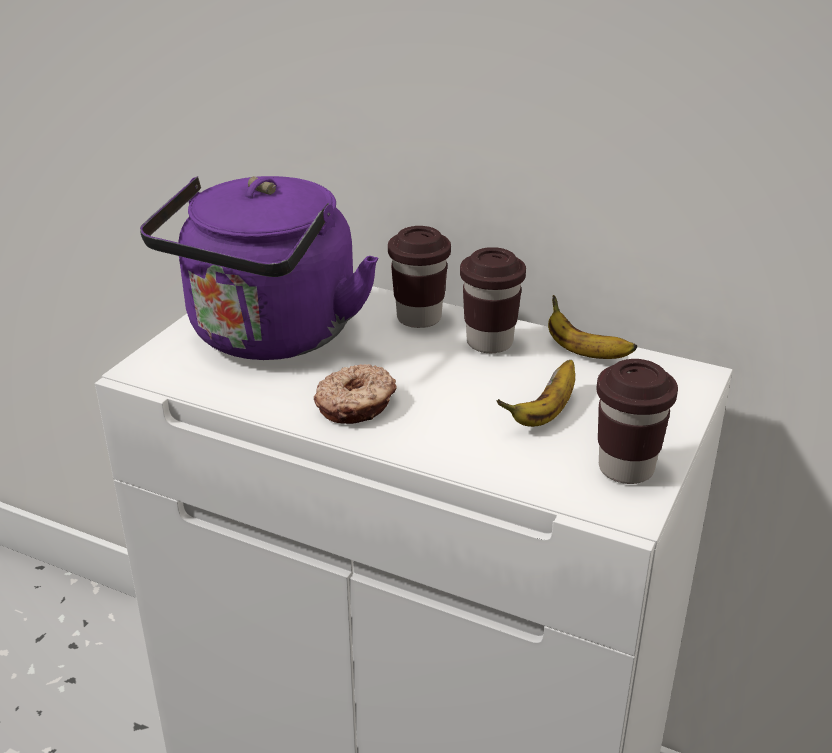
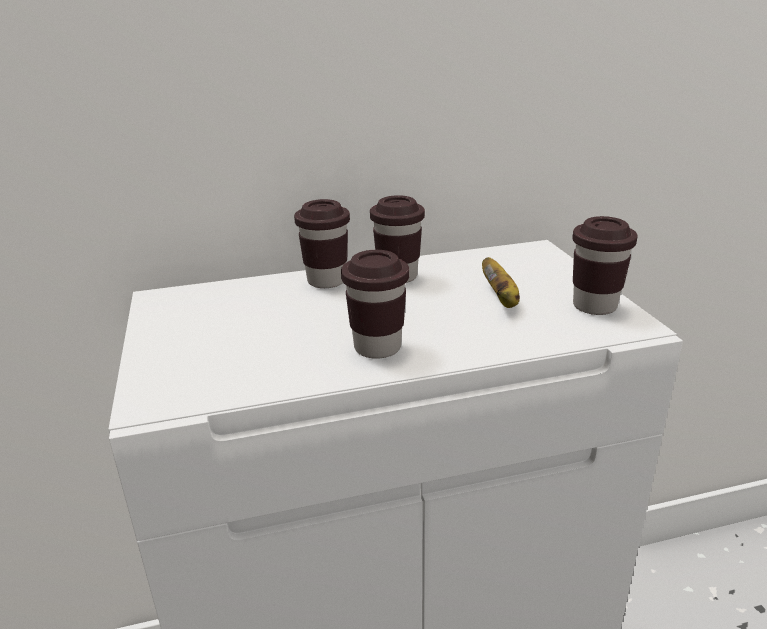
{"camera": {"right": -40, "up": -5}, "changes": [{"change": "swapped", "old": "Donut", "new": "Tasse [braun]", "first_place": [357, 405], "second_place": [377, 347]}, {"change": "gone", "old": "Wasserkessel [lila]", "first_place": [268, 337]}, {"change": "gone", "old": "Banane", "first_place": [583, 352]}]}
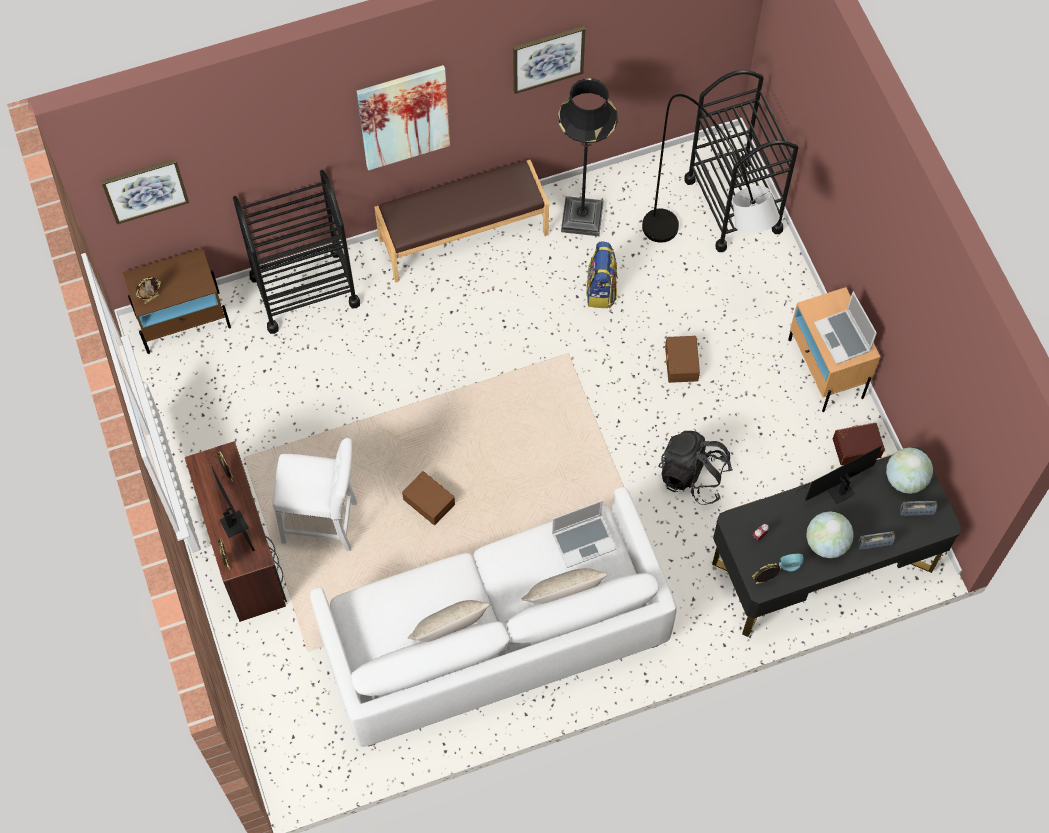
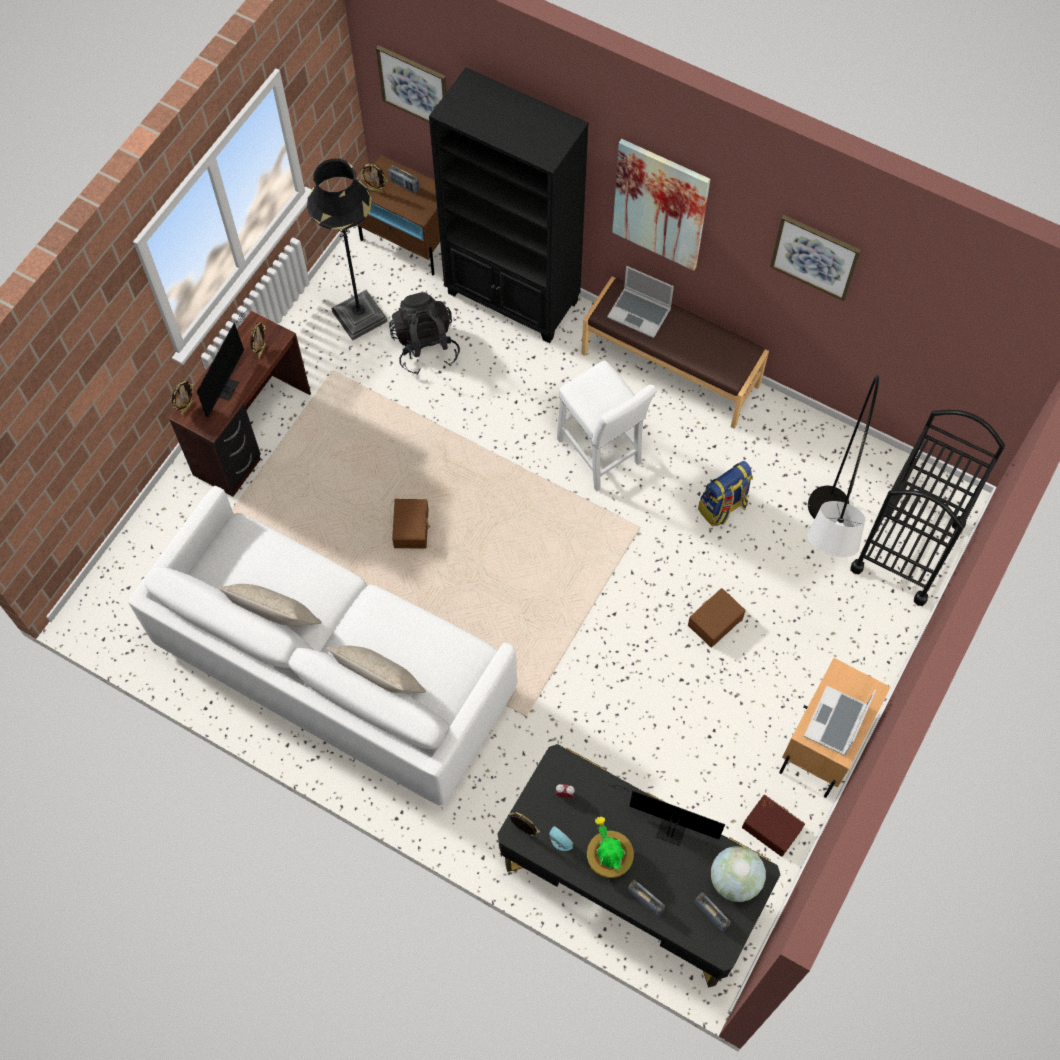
{"camera": {"right": 50, "up": 0}, "changes": [{"change": "shifted", "old": "Stehlampe [schwarz]", "first_place": [582, 217], "second_place": [360, 316]}, {"change": "new", "new": "Radio", "second_place": [404, 185]}, {"change": "shifted", "old": "Rucksack [schwarz]", "first_place": [693, 476], "second_place": [425, 347]}, {"change": "swapped", "old": "Rollwagen [schwarz]", "new": "Bücherregal [schwarz]", "first_place": [304, 290], "second_place": [513, 298]}, {"change": "shifted", "old": "Hocker [weiß]", "first_place": [324, 524], "second_place": [600, 455]}, {"change": "swapped", "old": "Globus", "new": "Topfpflanze", "first_place": [826, 543], "second_place": [608, 857]}, {"change": "shifted", "old": "Laptop", "first_place": [584, 540], "second_place": [640, 313]}]}
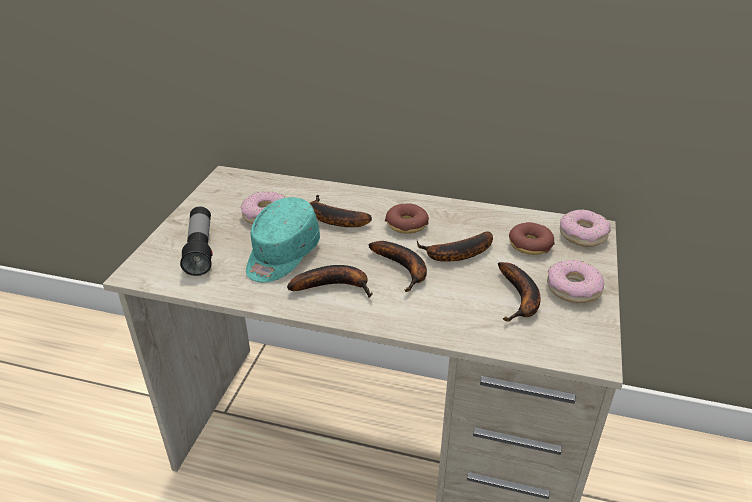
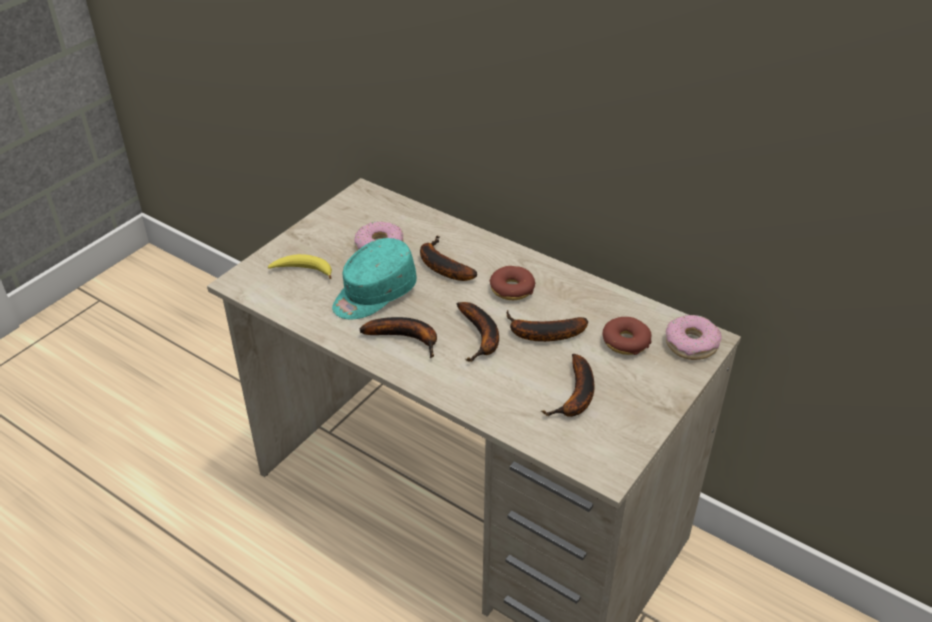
{"camera": {"right": 20, "up": 5}, "changes": [{"change": "swapped", "old": "Taschenlampe", "new": "Banane", "first_place": [200, 249], "second_place": [303, 271]}, {"change": "gone", "old": "Donut", "first_place": [573, 288]}]}
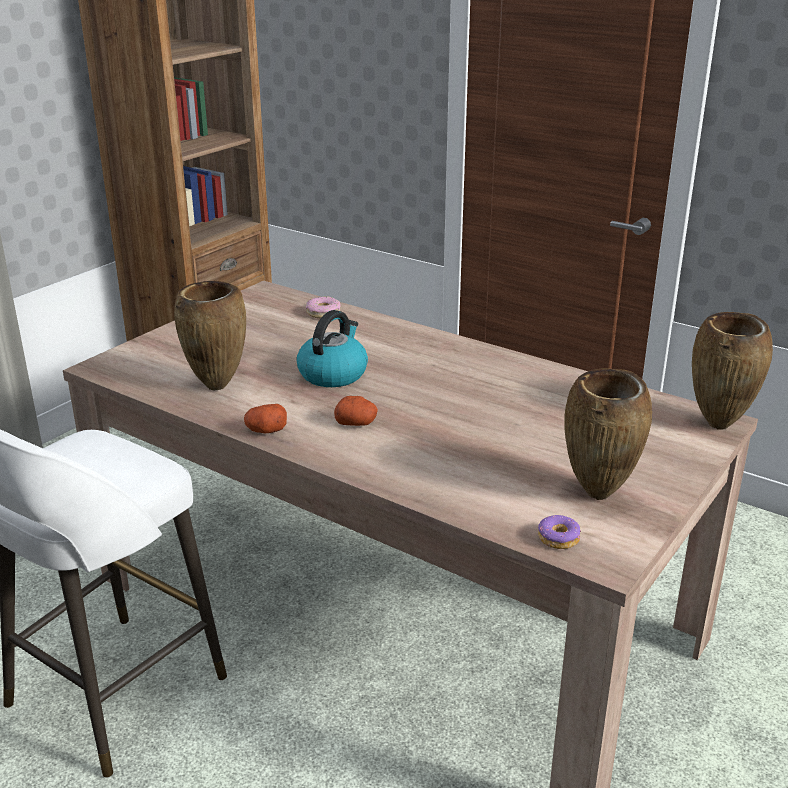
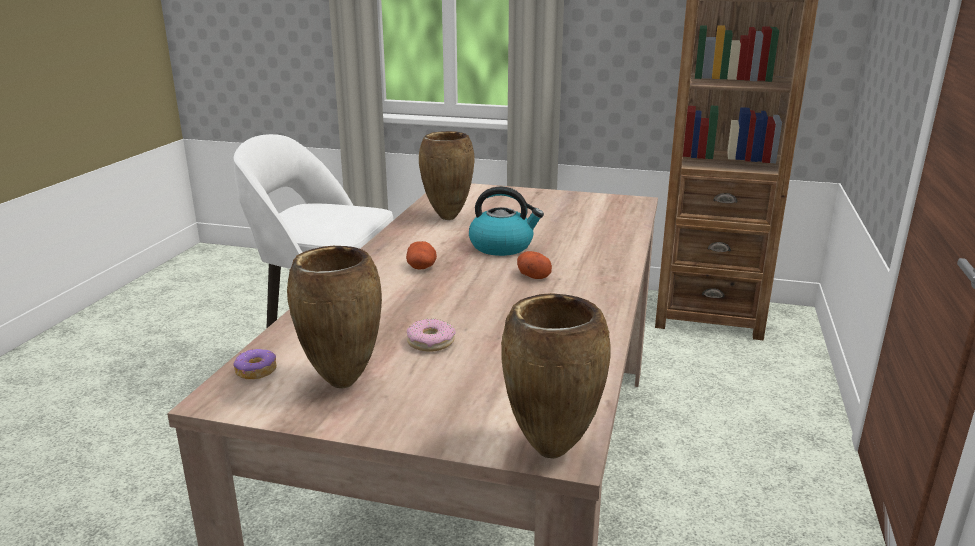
{"camera": {"right": 70, "up": -5}, "changes": [{"change": "shifted", "old": "Donut", "first_place": [323, 313], "second_place": [431, 342]}, {"change": "shifted", "old": "Kartoffel", "first_place": [266, 430], "second_place": [532, 275]}]}
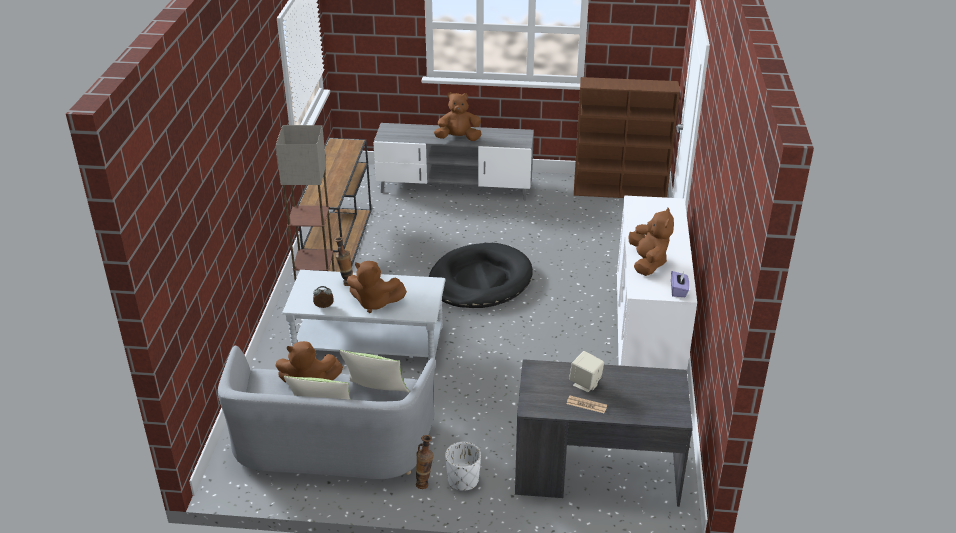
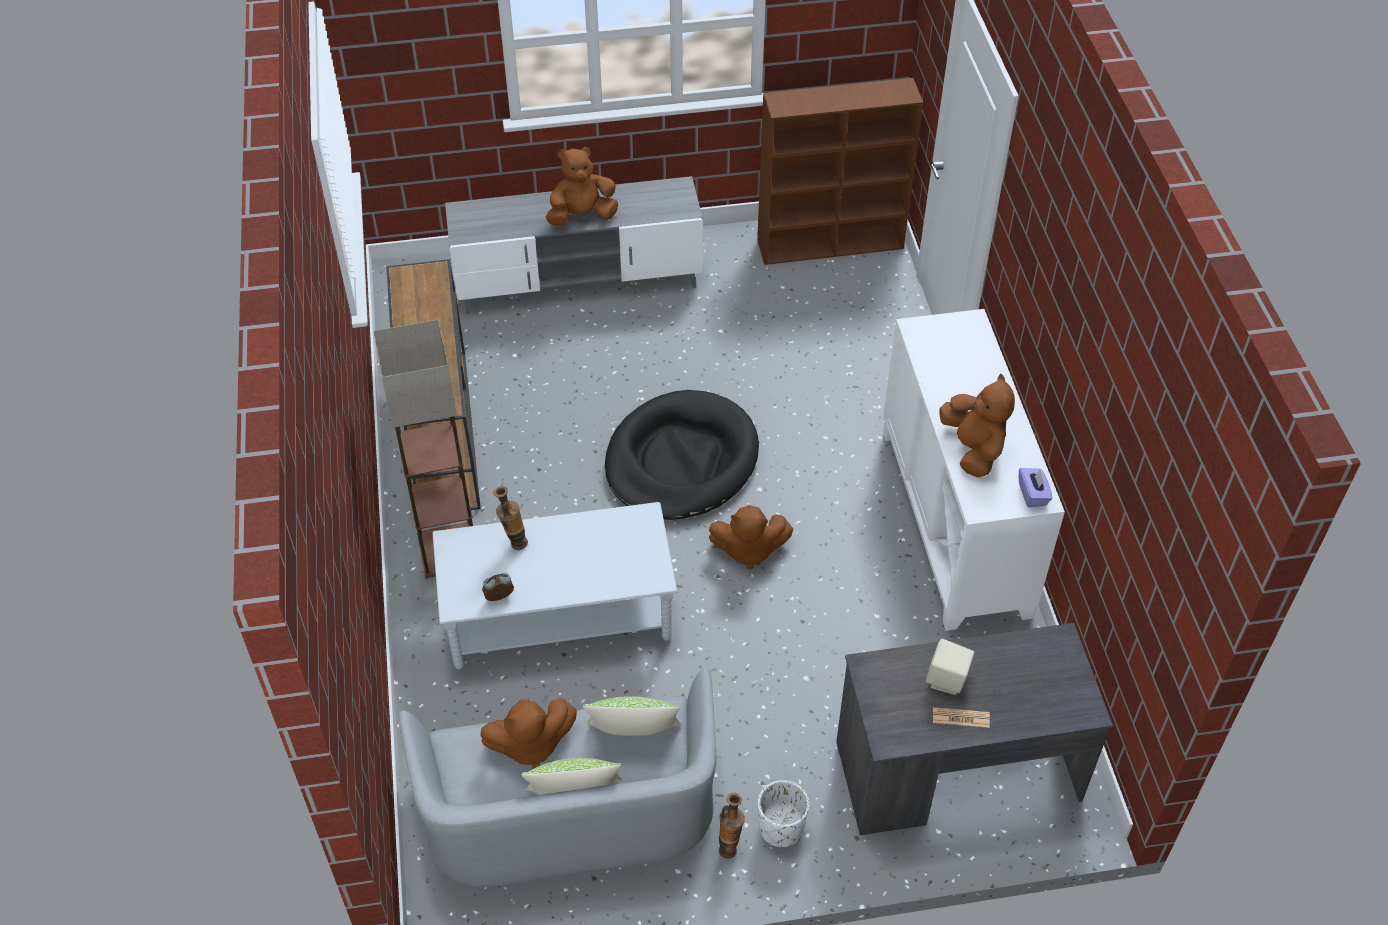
{"camera": {"right": -15, "up": 15}, "changes": [{"change": "shifted", "old": "Plüschtier [braun]", "first_place": [374, 303], "second_place": [748, 550]}]}
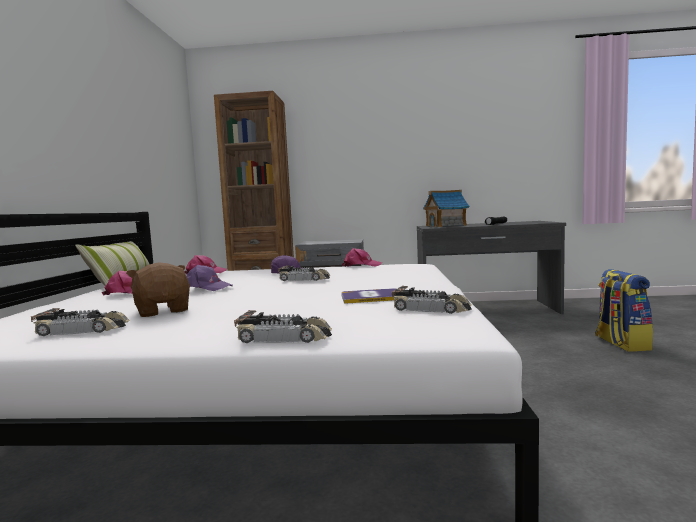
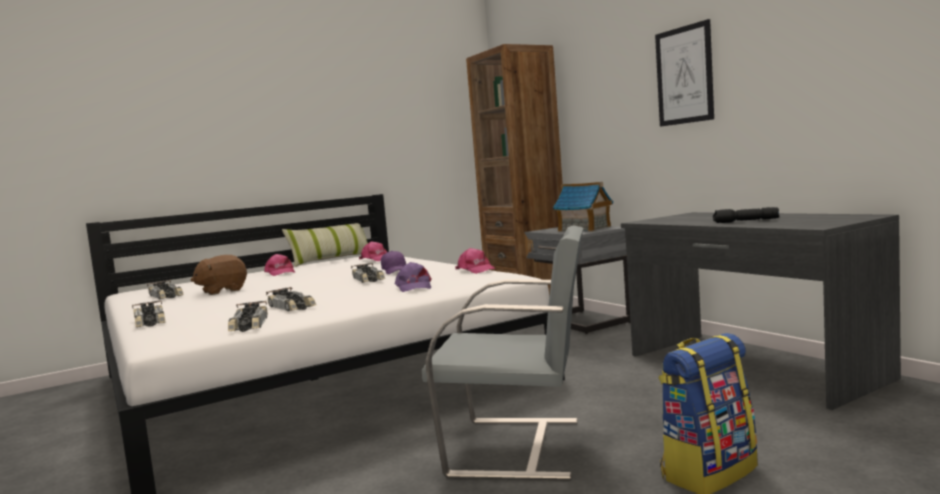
{"camera": {"right": 55, "up": 0}, "changes": [{"change": "rotated", "old": "Plüschtier [braun]", "first_place": [163, 311], "second_place": [222, 291], "degrees": -150}, {"change": "swapped", "old": "Buch", "new": "Spielzeugauto", "first_place": [372, 297], "second_place": [292, 306]}, {"change": "shifted", "old": "Kappe [lila]", "first_place": [207, 288], "second_place": [413, 287]}, {"change": "new", "new": "Stuhl [grau]", "second_place": [519, 447]}, {"change": "shifted", "old": "Spielzeughaus", "first_place": [446, 225], "second_place": [584, 229]}, {"change": "new", "new": "Bild", "second_place": [684, 75]}]}
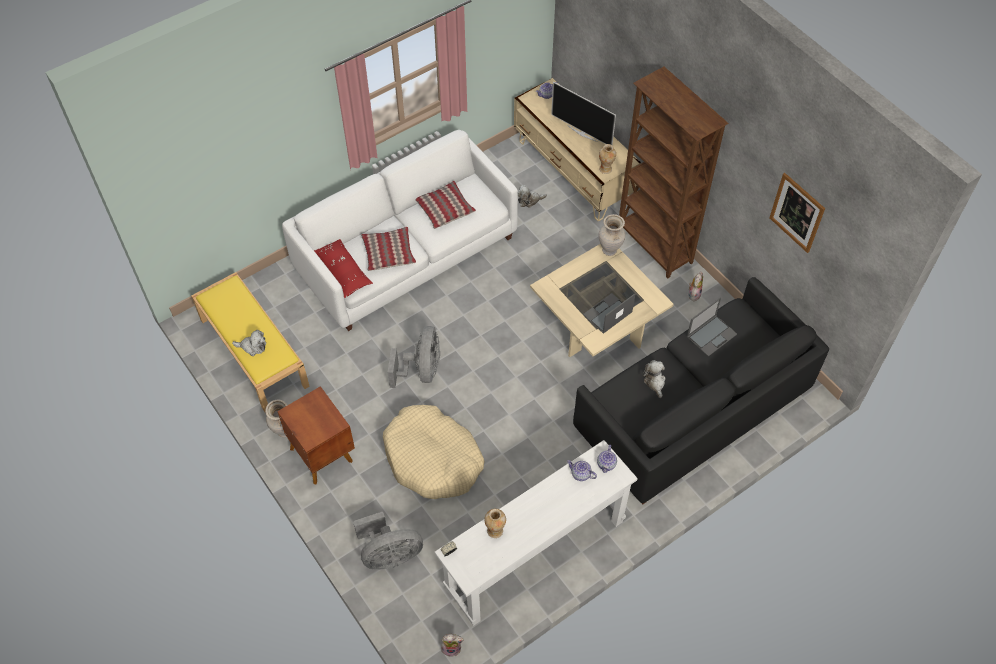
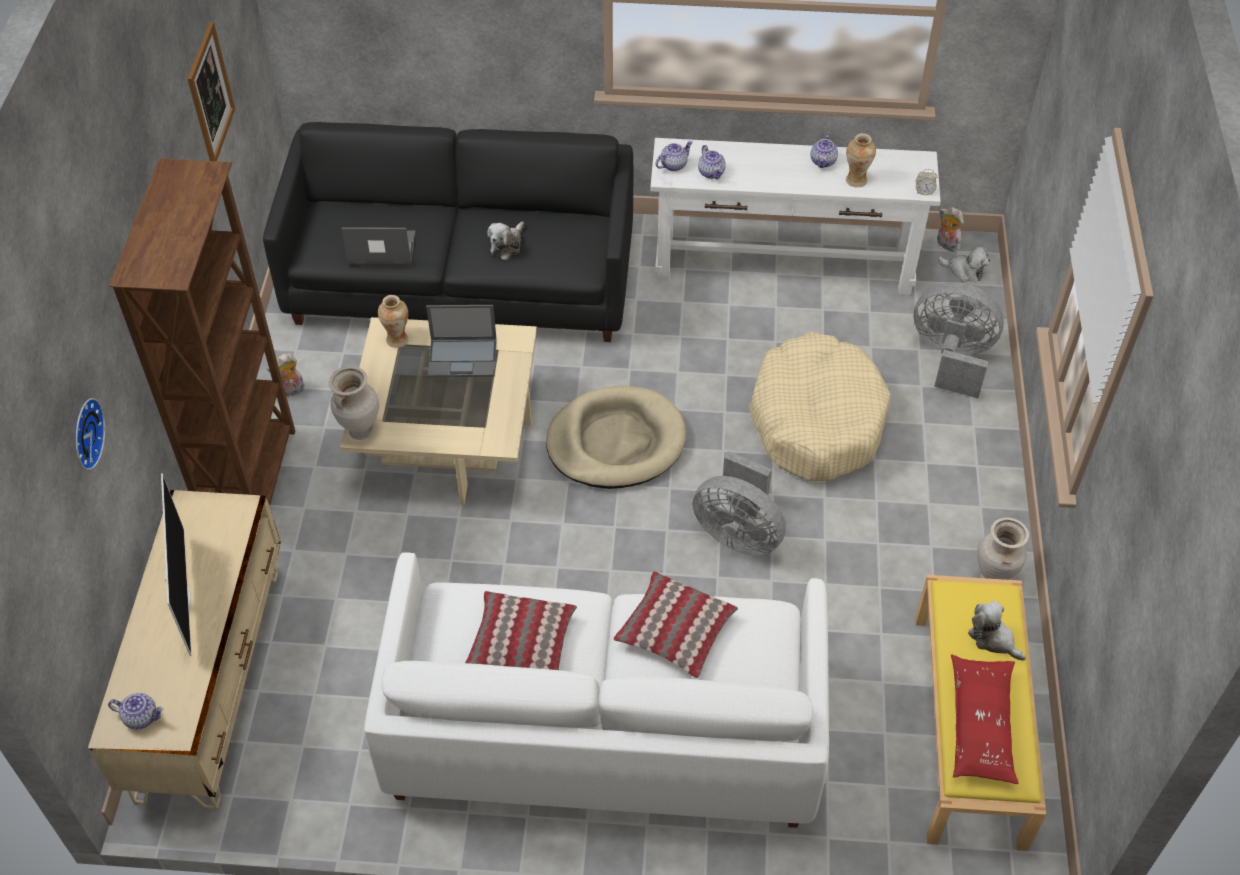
{"camera": {"right": -140, "up": -5}, "changes": [{"change": "new", "new": "Wanduhr", "second_place": [84, 433]}, {"change": "shifted", "old": "Vase", "first_place": [605, 169], "second_place": [397, 339]}, {"change": "new", "new": "Hundebett [beige]", "second_place": [616, 442]}, {"change": "rotated", "old": "Ventilator [grau]", "first_place": [421, 370], "second_place": [738, 533], "degrees": -105}, {"change": "new", "new": "Teekanne", "second_place": [823, 161]}, {"change": "shifted", "old": "Plüschtier", "first_place": [529, 200], "second_place": [964, 271]}, {"change": "shifted", "old": "Kissen [rot]", "first_place": [343, 272], "second_place": [981, 725]}, {"change": "gone", "old": "Nachttisch [braun]", "first_place": [321, 454]}]}
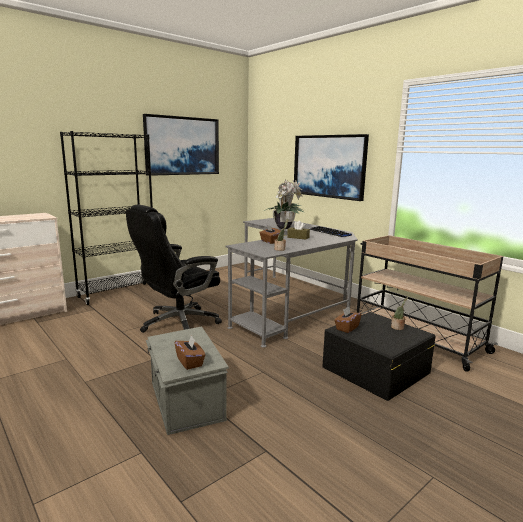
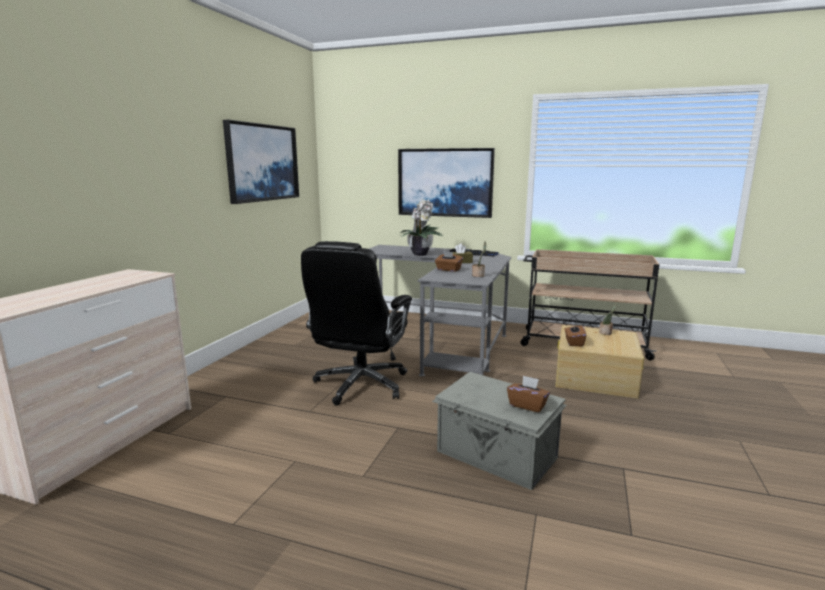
{"camera": {"right": -30, "up": 0}, "changes": [{"change": "repainted", "old": "Aufbewahrungsbox [schwarz]", "new": "Aufbewahrungsbox [beige]", "first_place": [375, 370], "second_place": [595, 377]}, {"change": "gone", "old": "Bücherregal [schwarz]", "first_place": [118, 293]}]}
